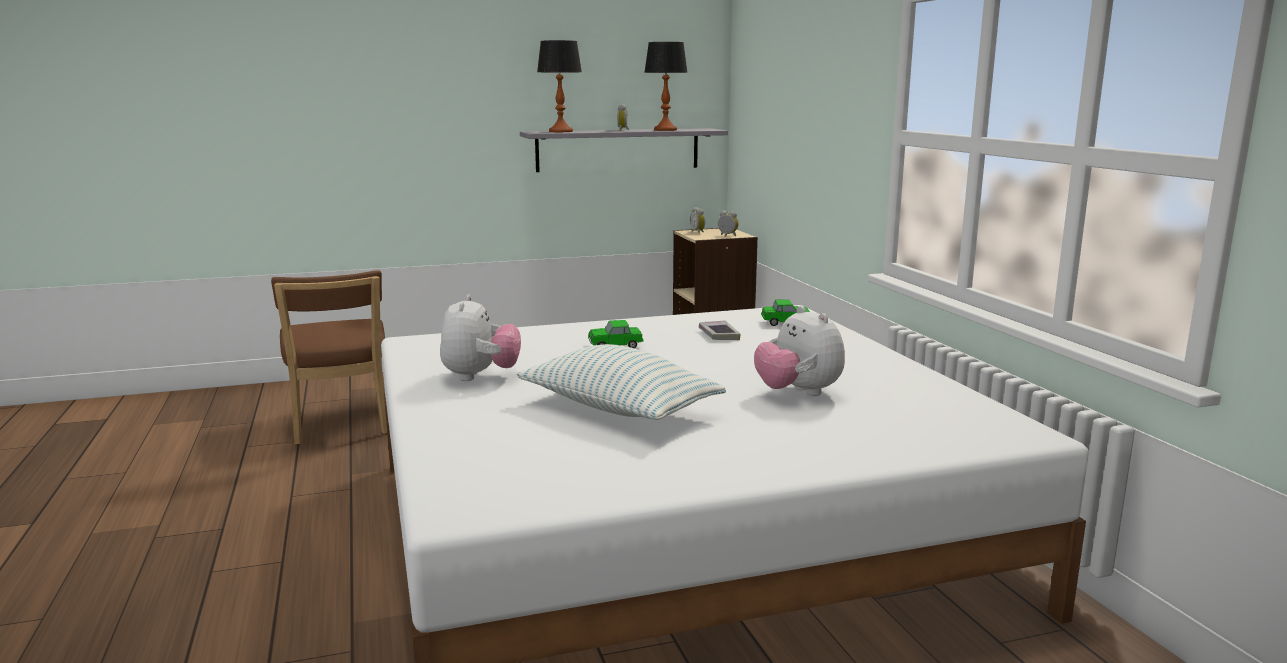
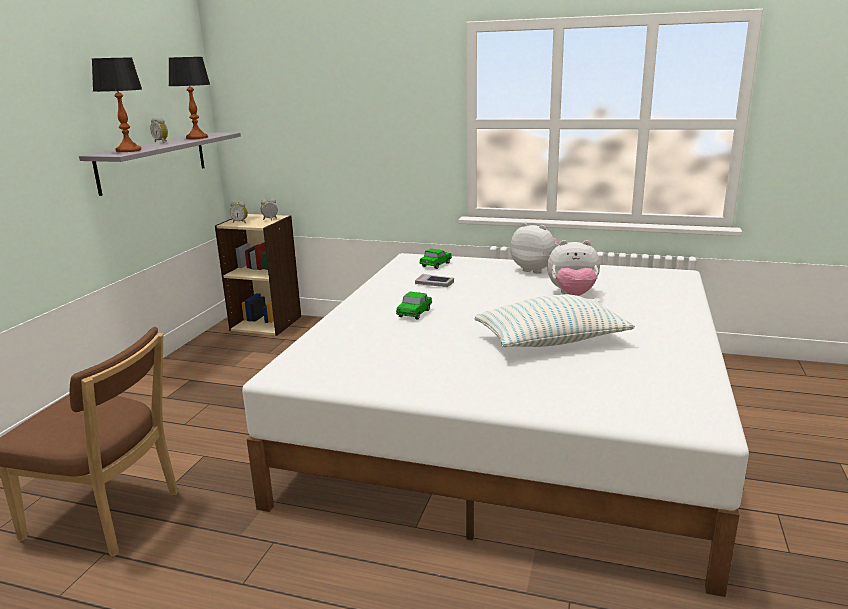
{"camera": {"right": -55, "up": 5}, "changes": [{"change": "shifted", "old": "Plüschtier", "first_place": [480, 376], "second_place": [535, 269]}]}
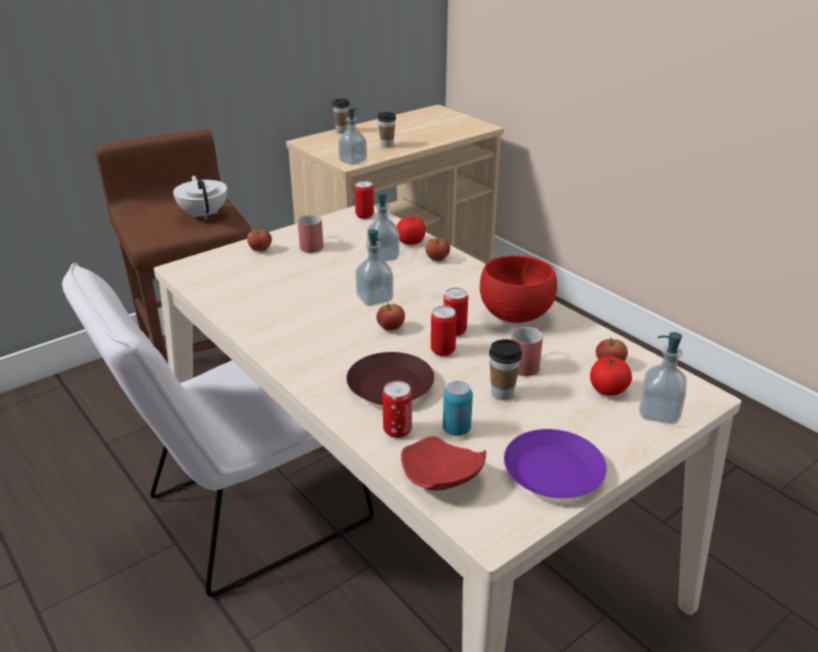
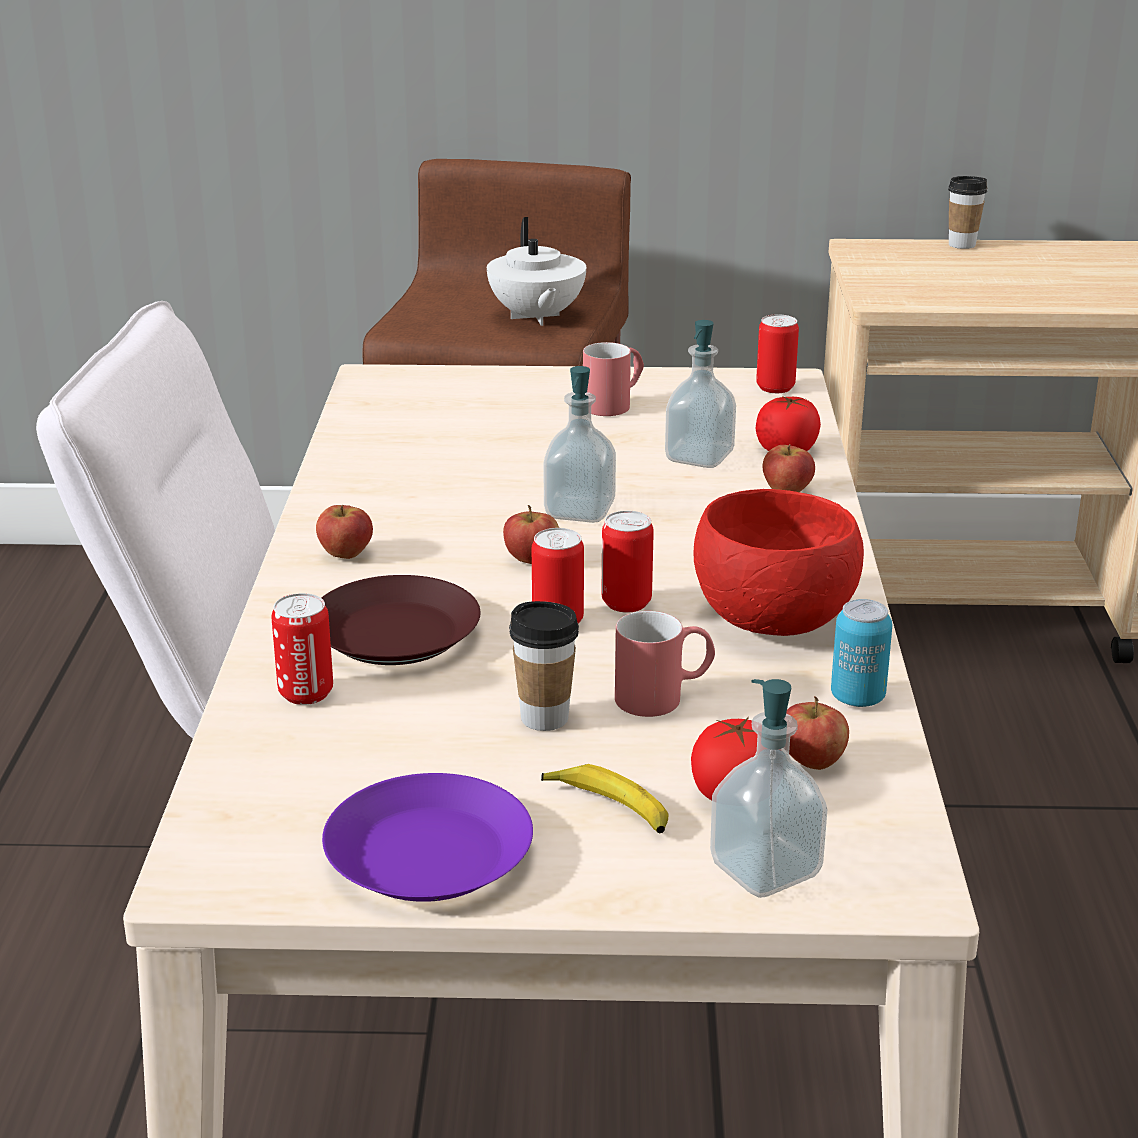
{"camera": {"right": 40, "up": -5}, "changes": [{"change": "shifted", "old": "Apfel", "first_place": [260, 250], "second_place": [345, 554]}, {"change": "rotated", "old": "Teekanne [weiß]", "first_place": [204, 214], "second_place": [536, 317], "degrees": 150}, {"change": "new", "new": "Banane", "second_place": [609, 809]}, {"change": "shifted", "old": "Dose", "first_place": [456, 429], "second_place": [857, 698]}, {"change": "gone", "old": "Seifenspender", "first_place": [353, 161]}, {"change": "gone", "old": "Tasse", "first_place": [387, 145]}, {"change": "gone", "old": "Teller [rot]", "first_place": [440, 478]}]}
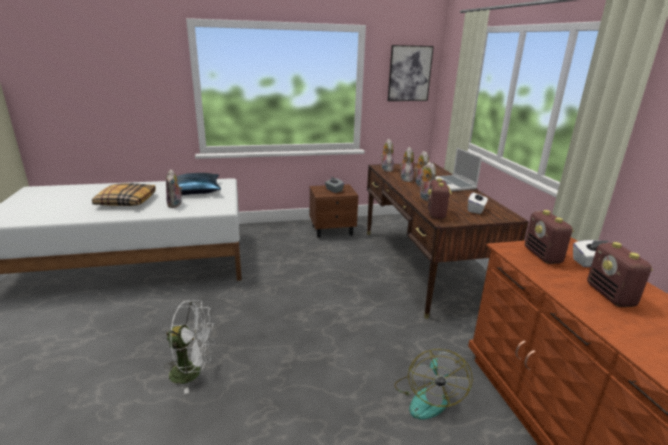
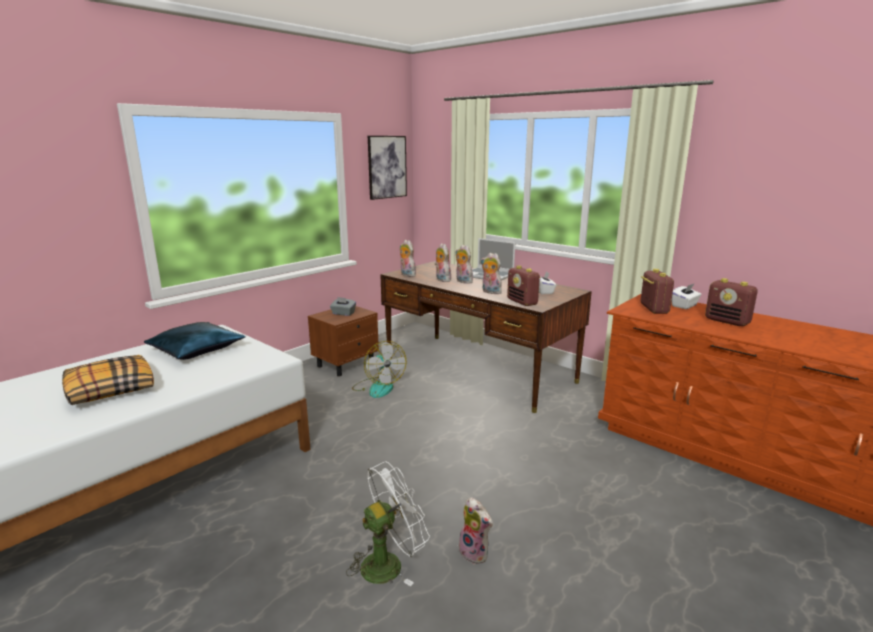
{"camera": {"right": -35, "up": -5}, "changes": [{"change": "shifted", "old": "Ventilator", "first_place": [427, 397], "second_place": [378, 387]}, {"change": "shifted", "old": "Plüschtier", "first_place": [175, 205], "second_place": [475, 553]}, {"change": "rotated", "old": "Radio", "first_place": [543, 256], "second_place": [653, 309], "degrees": -135}]}
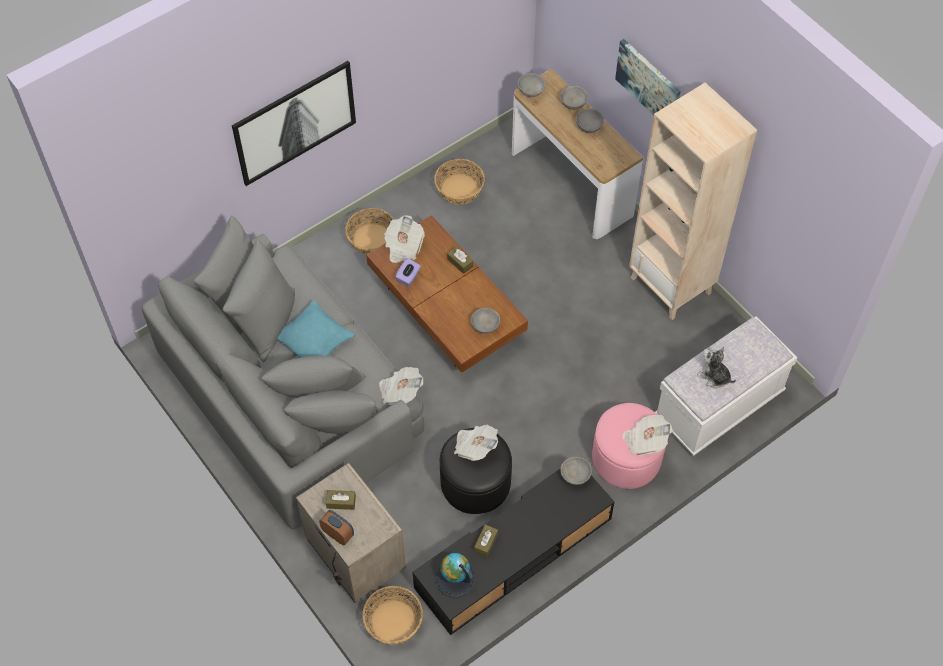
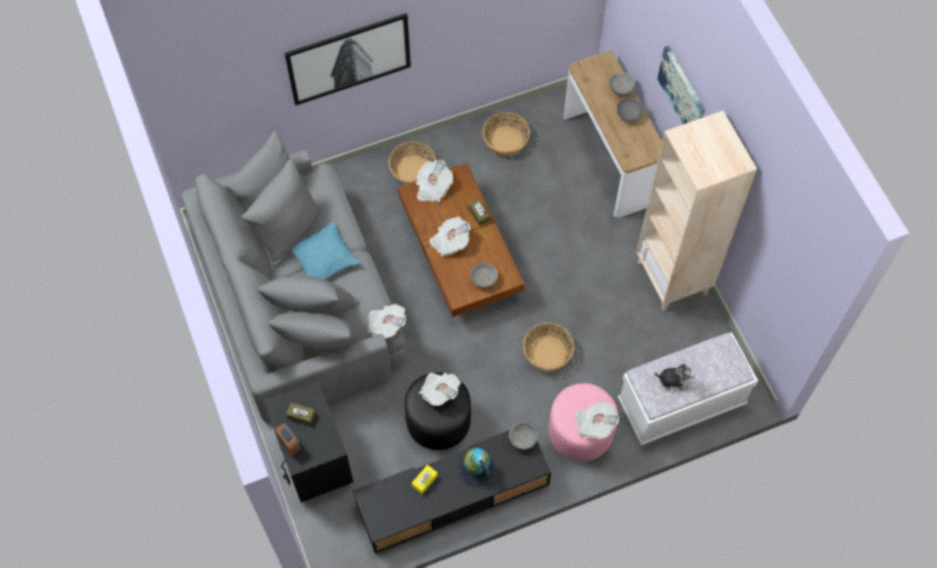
{"camera": {"right": 15, "up": 5}, "changes": [{"change": "repainted", "old": "Nachttisch [beige]", "new": "Nachttisch [schwarz]", "first_place": [354, 554], "second_place": [312, 458]}, {"change": "repainted", "old": "Taschentuchbox [braun]", "new": "Taschentuchbox [gelb]", "first_place": [486, 543], "second_place": [424, 481]}, {"change": "new", "new": "Zeitung", "second_place": [450, 241]}, {"change": "shifted", "old": "Globus", "first_place": [455, 578], "second_place": [476, 469]}, {"change": "shifted", "old": "Korb", "first_place": [393, 621], "second_place": [547, 353]}, {"change": "rotated", "old": "Plüschtier", "first_place": [714, 377], "second_place": [673, 381], "degrees": 135}, {"change": "gone", "old": "Taschentuchbox [lila]", "first_place": [408, 277]}, {"change": "gone", "old": "Schüssel [grau]", "first_place": [531, 91]}]}
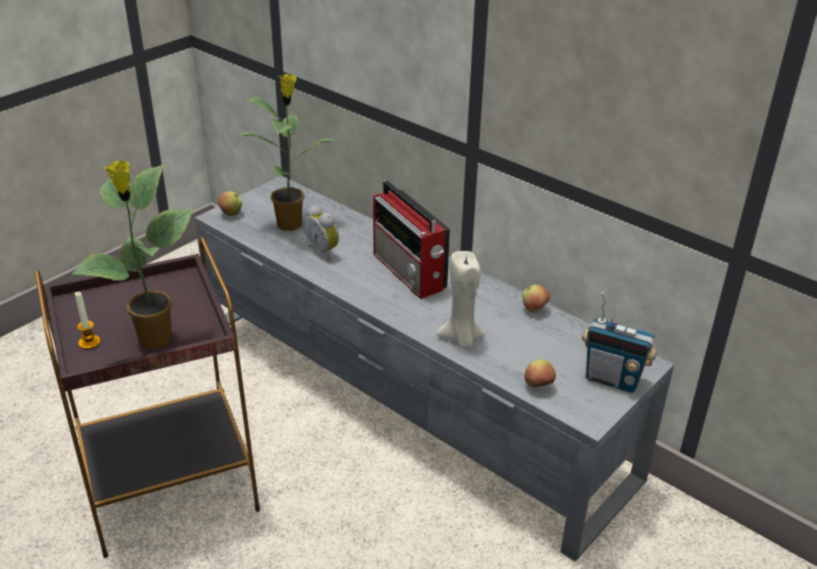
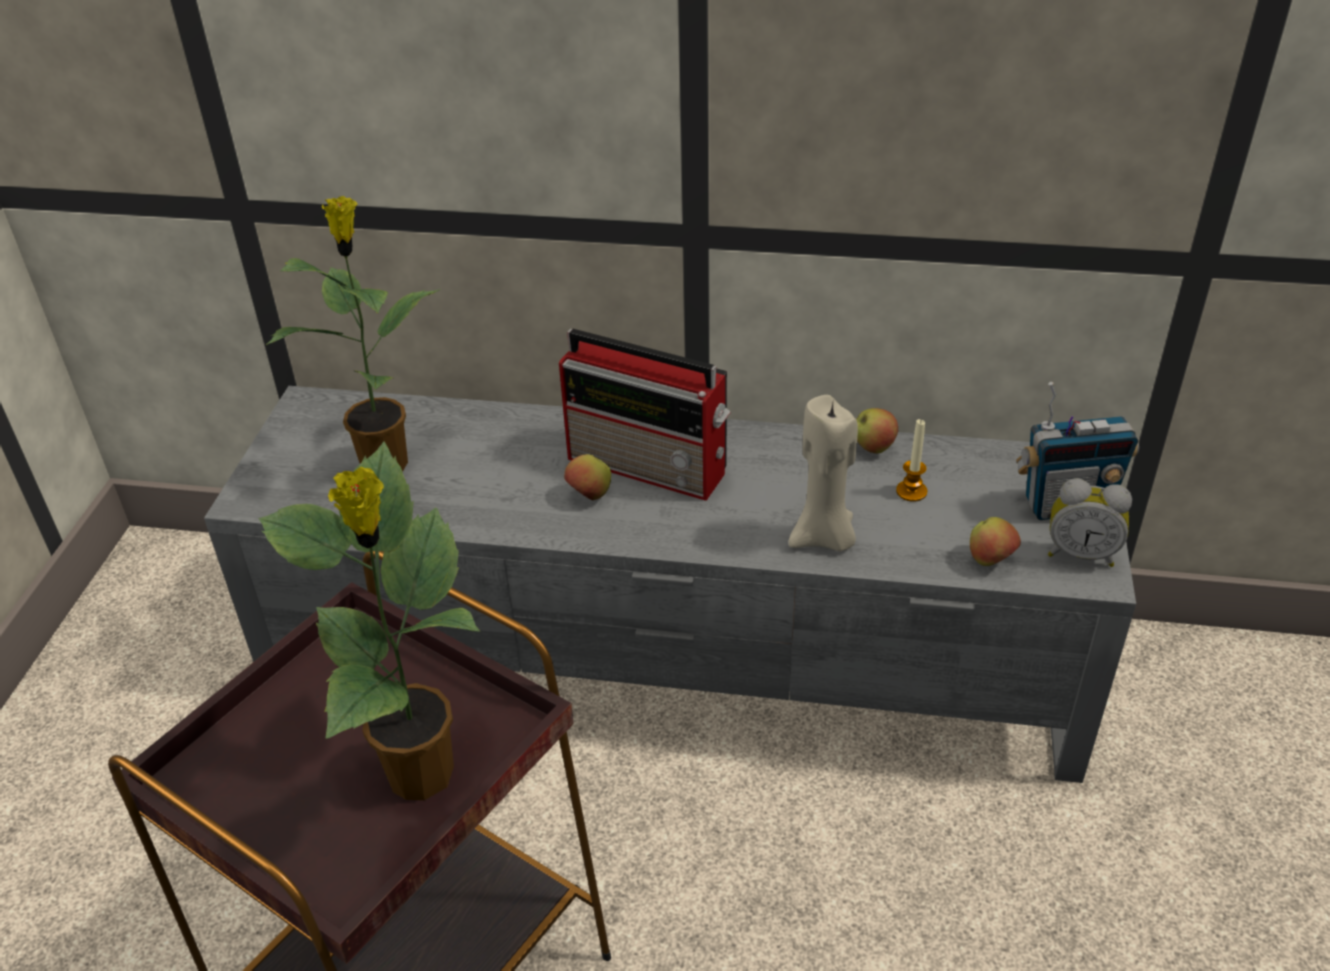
{"camera": {"right": -30, "up": 5}, "changes": [{"change": "shifted", "old": "Apfel", "first_place": [231, 214], "second_place": [589, 495]}, {"change": "shifted", "old": "Kerze", "first_place": [89, 342], "second_place": [911, 491]}, {"change": "shifted", "old": "Wecker", "first_place": [324, 251], "second_place": [1080, 553]}]}
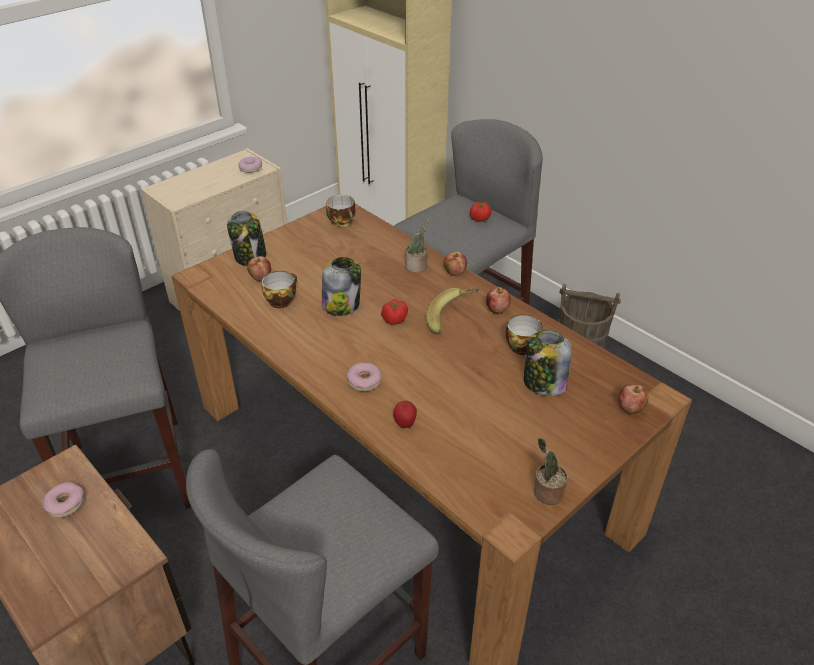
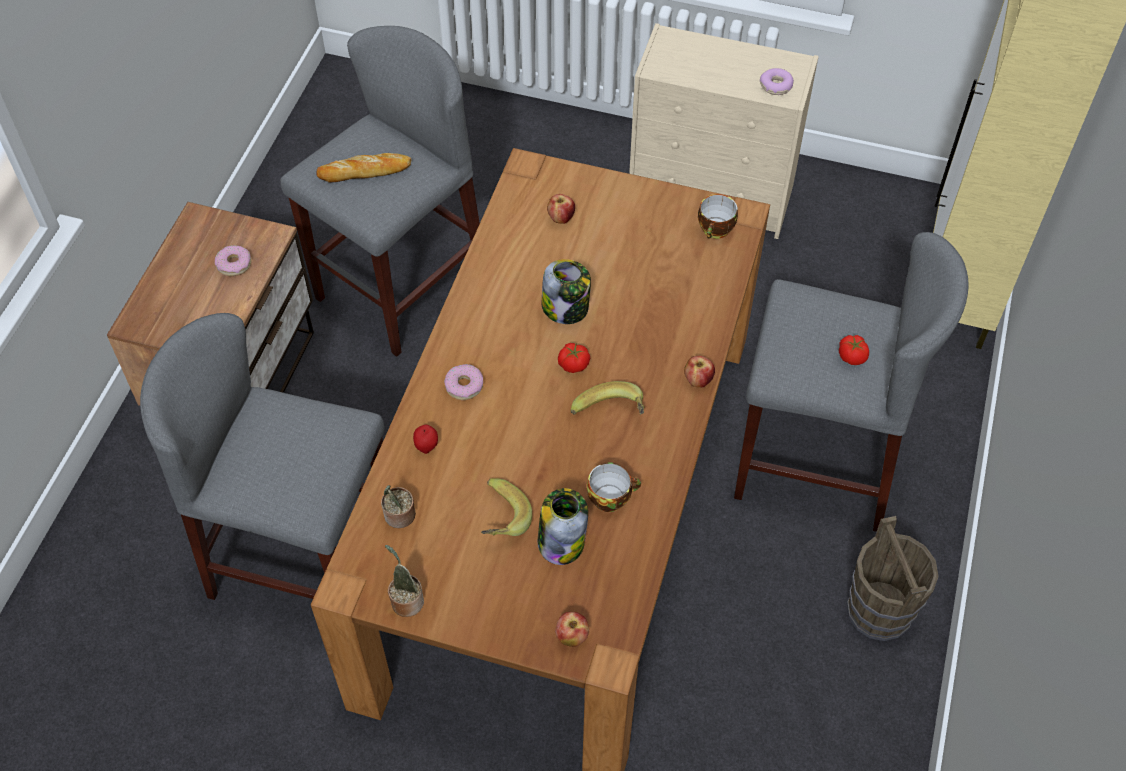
{"camera": {"right": 60, "up": 15}, "changes": [{"change": "new", "new": "Brot", "second_place": [365, 171]}, {"change": "shifted", "old": "Topfpflanze", "first_place": [417, 267], "second_place": [399, 517]}, {"change": "new", "new": "Banane", "second_place": [498, 519]}, {"change": "gone", "old": "Vorratsglas", "first_place": [250, 256]}, {"change": "gone", "old": "Tasse", "first_place": [281, 300]}, {"change": "gone", "old": "Apfel", "first_place": [497, 310]}]}
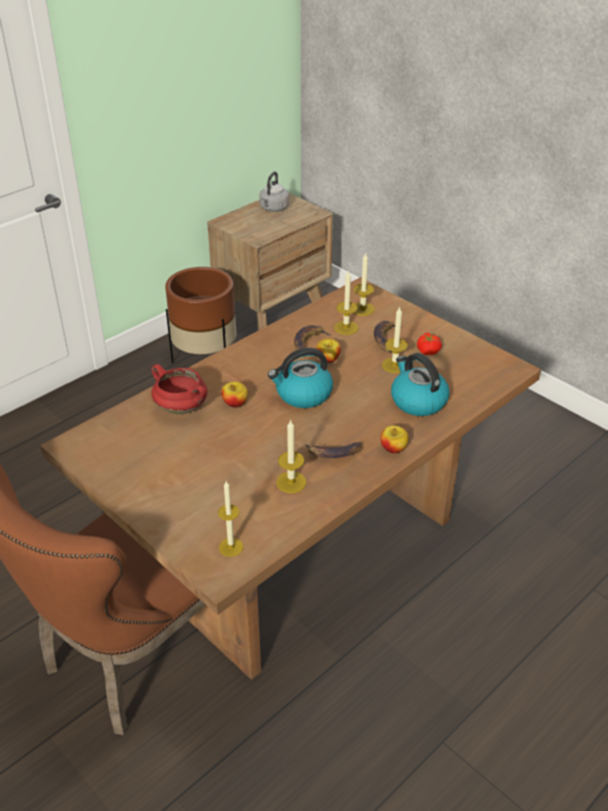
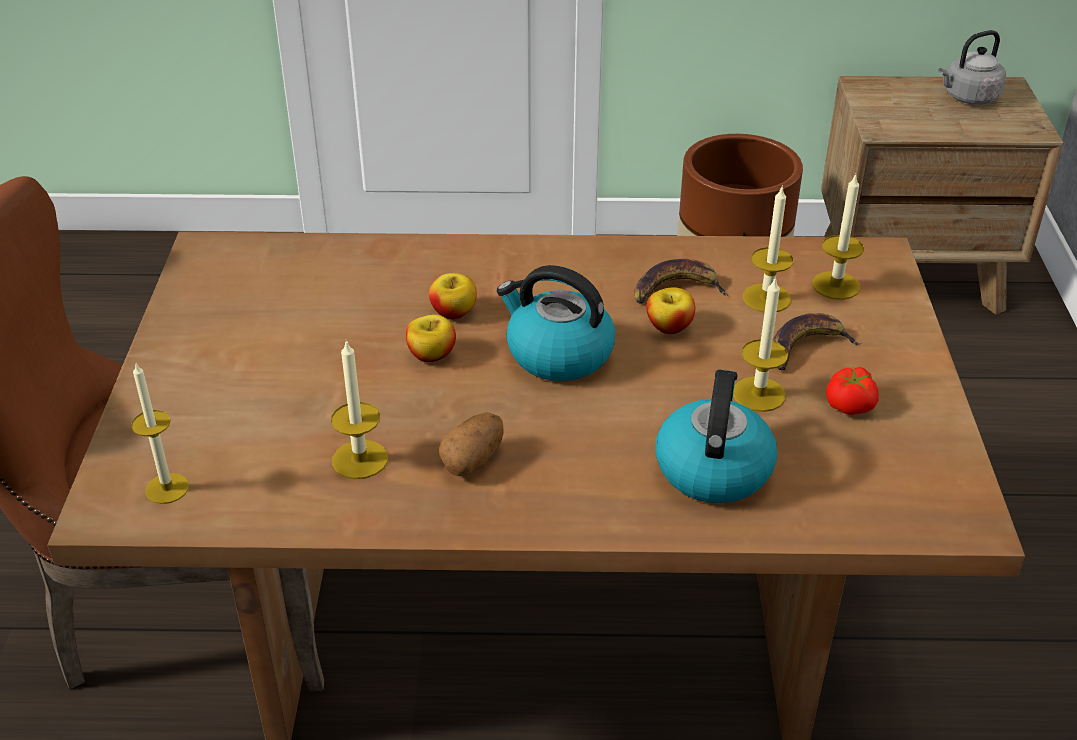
{"camera": {"right": 45, "up": 0}, "changes": [{"change": "shifted", "old": "Apfel", "first_place": [393, 448], "second_place": [431, 355]}, {"change": "swapped", "old": "Banane", "new": "Kartoffel", "first_place": [333, 453], "second_place": [473, 460]}, {"change": "gone", "old": "Kochtopf [rot]", "first_place": [182, 408]}]}
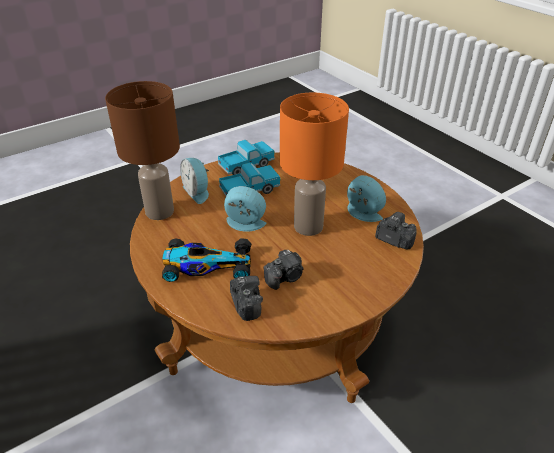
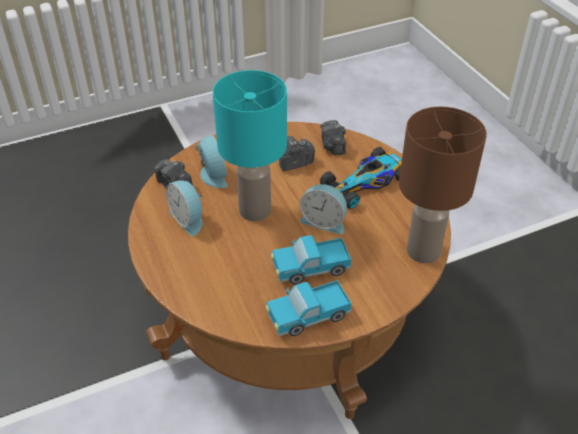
{"camera": {"right": -170, "up": 5}, "changes": [{"change": "shifted", "old": "Wecker", "first_place": [197, 192], "second_place": [211, 176]}, {"change": "repainted", "old": "Tischlampe [orange]", "new": "Tischlampe [türkis]", "first_place": [309, 226], "second_place": [254, 210]}, {"change": "rotated", "old": "Spielzeugauto", "first_place": [206, 265], "second_place": [367, 182], "degrees": -45}]}
